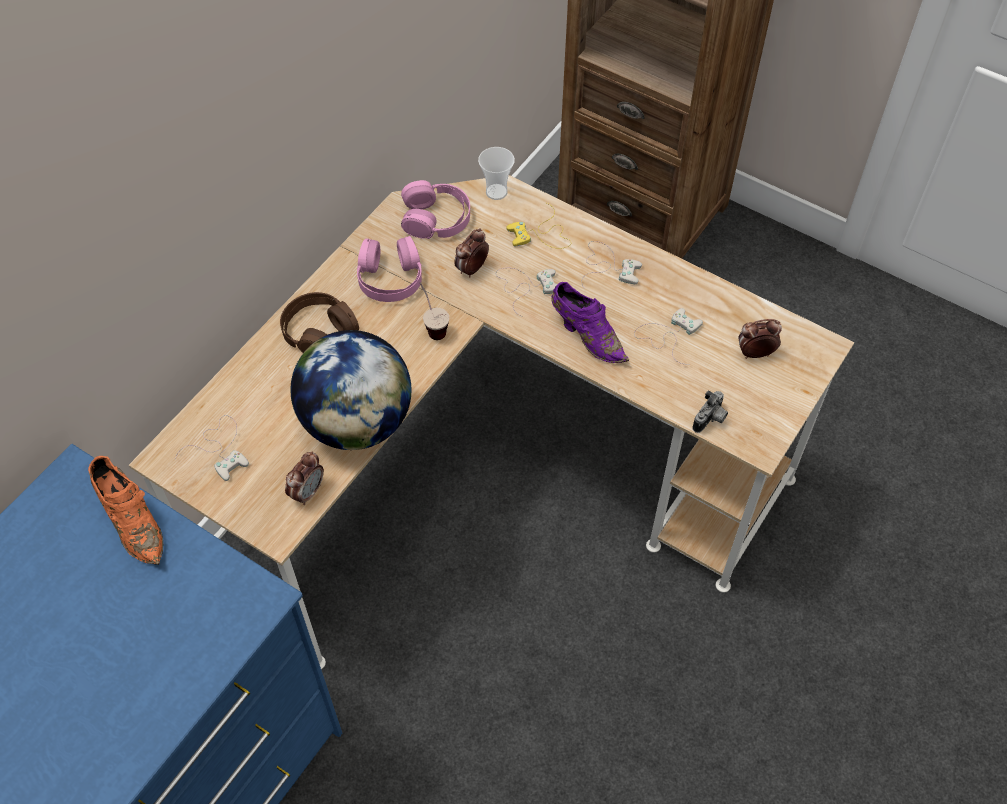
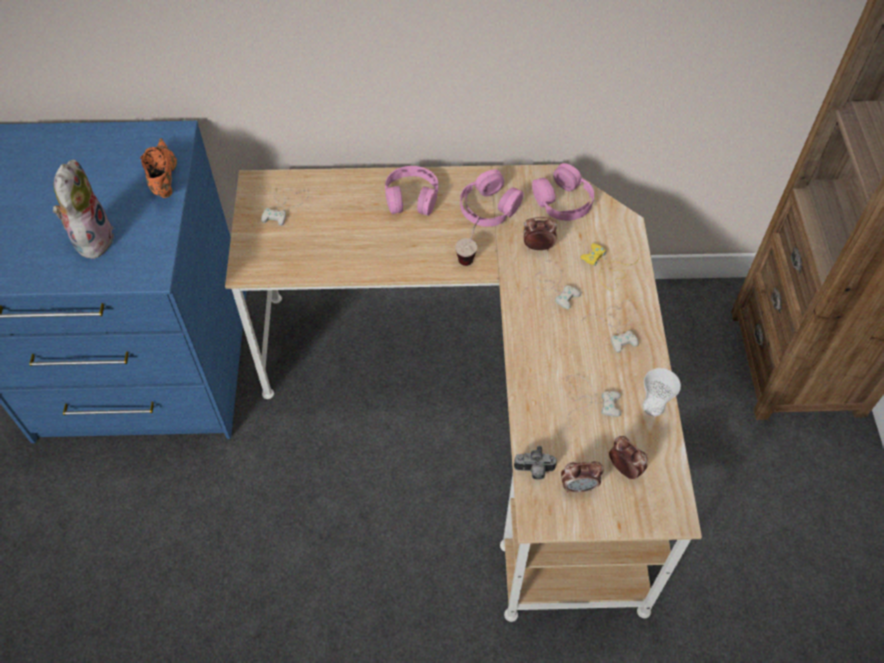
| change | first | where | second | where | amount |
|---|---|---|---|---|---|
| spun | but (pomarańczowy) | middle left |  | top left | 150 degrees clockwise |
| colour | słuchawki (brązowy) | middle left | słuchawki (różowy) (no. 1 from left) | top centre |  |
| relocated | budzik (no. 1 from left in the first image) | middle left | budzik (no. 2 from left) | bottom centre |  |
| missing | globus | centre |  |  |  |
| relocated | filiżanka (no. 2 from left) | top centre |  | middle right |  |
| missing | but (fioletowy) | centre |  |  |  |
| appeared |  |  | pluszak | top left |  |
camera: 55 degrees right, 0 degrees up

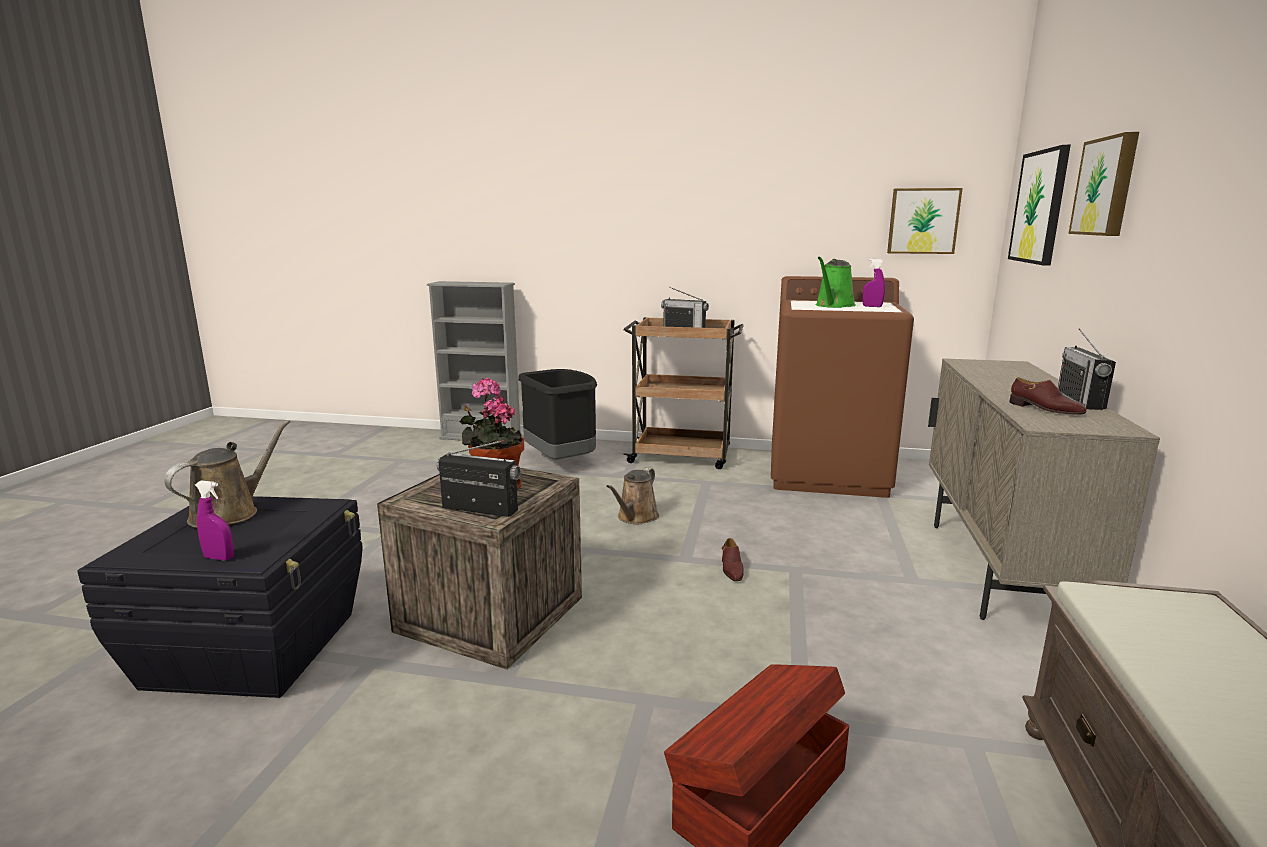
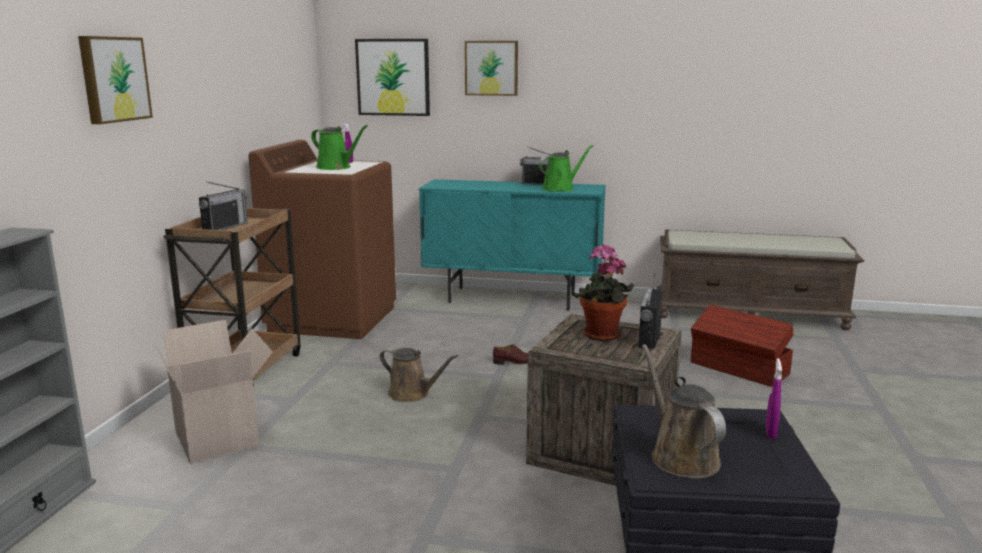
| change | first | where | second | where | amount |
|---|---|---|---|---|---|
| spun | konewka (brązowy) (no. 1 from left in the first image) | middle left | konewka (brązowy) (no. 2 from left) | bottom right | 45 degrees clockwise |
| exchanged | kosz na śmieci (czarny) | centre | karton | bottom left |  |
| relocated | obraz (no. 1 from left) | top right |  | top left |  |
| colour | szafka (beżowy) | middle right | szafka (turkusowy) | centre |  |
| exchanged | but (brązowy) (no. 2 from left) | middle right | konewka (zielony) (no. 2 from left) | top centre |  |
camera: 90 degrees left, 0 degrees up

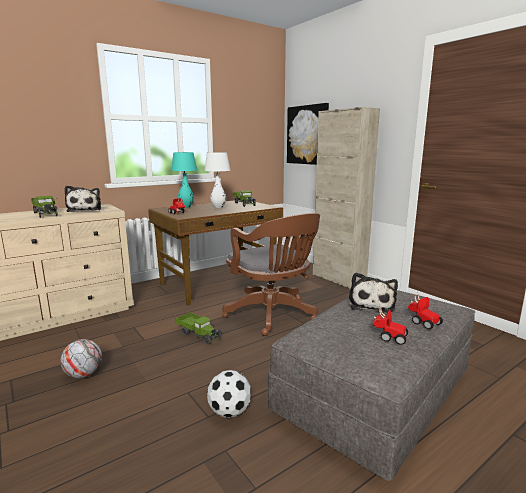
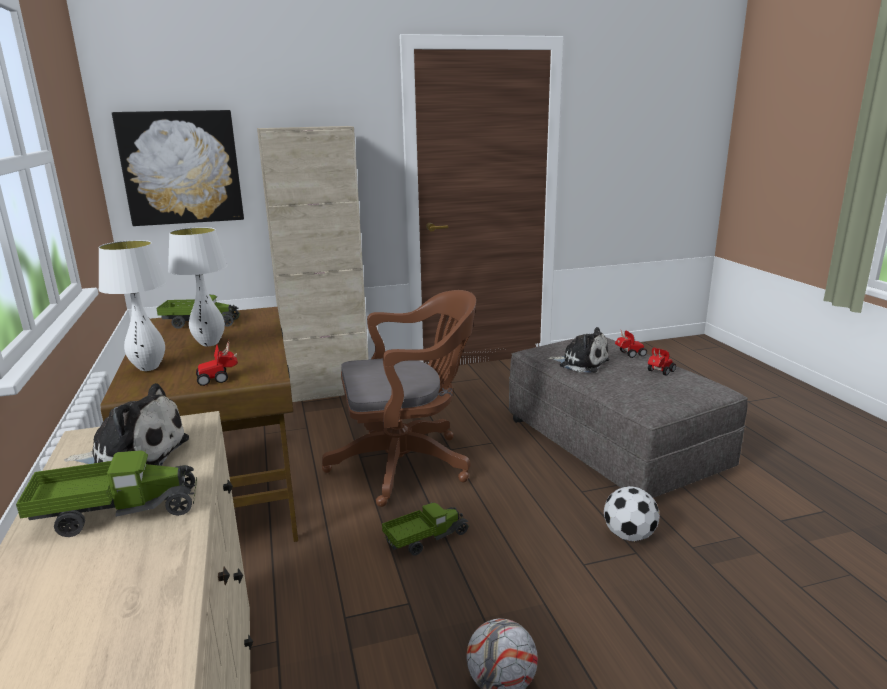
| change | first | where | second | where | amount |
|---|---|---|---|---|---|
| colour | lampa stołowa (turkusowy) | centre | lampa stołowa (biały) (no. 1 from left) | middle left |  |
camera: 70 degrees left, 5 degrees up

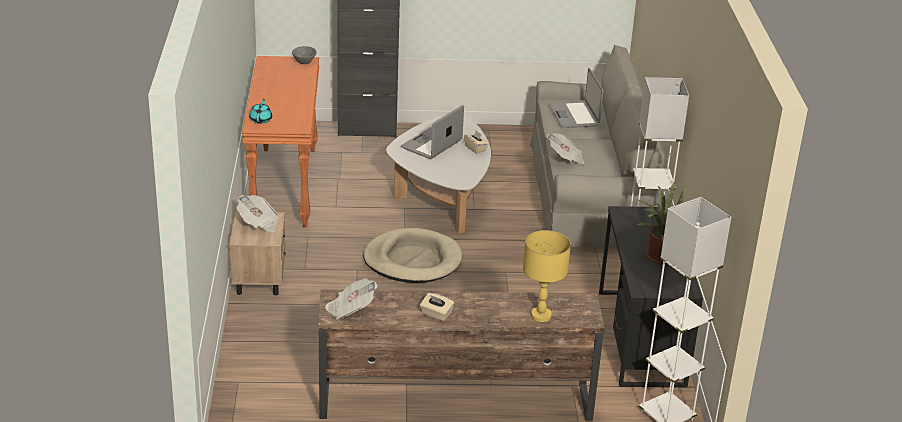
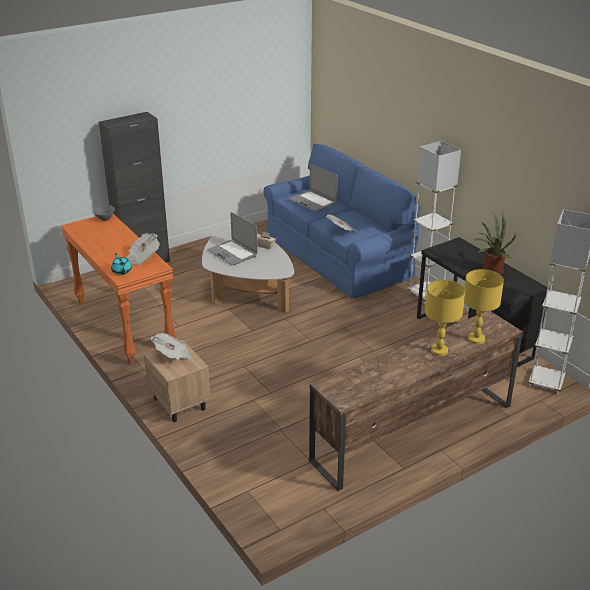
| change | first | where | second | where | amount |
|---|---|---|---|---|---|
| relocated | gazeta (no. 2 from left in the first image) | bottom centre | gazeta (no. 1 from left) | middle left |  |
| missing | legowisko (beżowy) | centre |  |  |  |
| spun | laptop (no. 1 from left) | top centre |  | centre | 45 degrees counterclockwise |
| missing | pudełko chusteczek (beżowy) (no. 1 from left) | bottom centre |  |  |  |
| colour | kanapa (szary) | centre | kanapa (niebieski) | centre |  |
| appeared |  |  | lampa stołowa (żółty) (no. 1 from left) | middle right |  |
camera: 30 degrees left, 0 degrees up

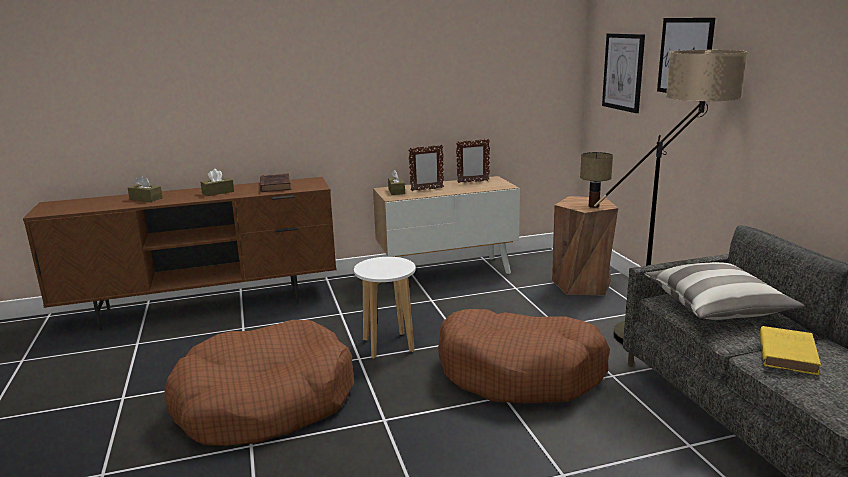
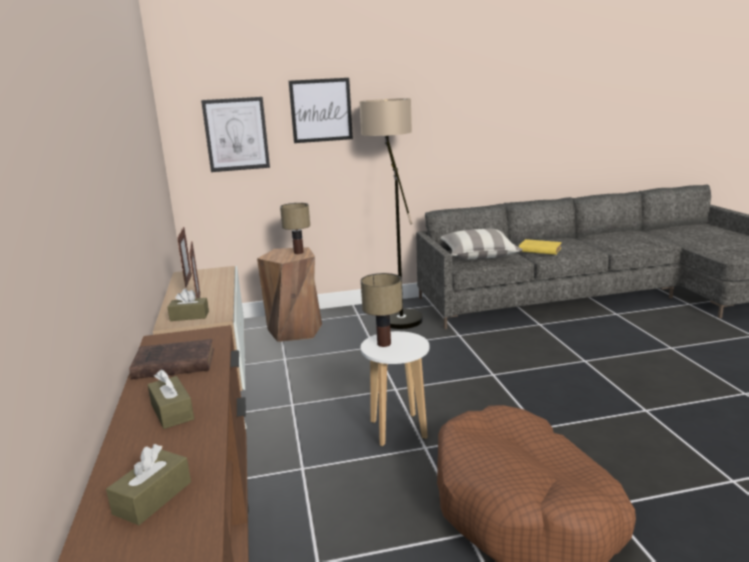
| change | first | where | second | where | amount |
|---|---|---|---|---|---|
| missing | legowisko (brązowy) (no. 2 from left) | bottom centre |  |  |  |
| appeared |  |  | lampa stołowa (no. 2 from left) | centre |  |
camera: 85 degrees left, 0 degrees up

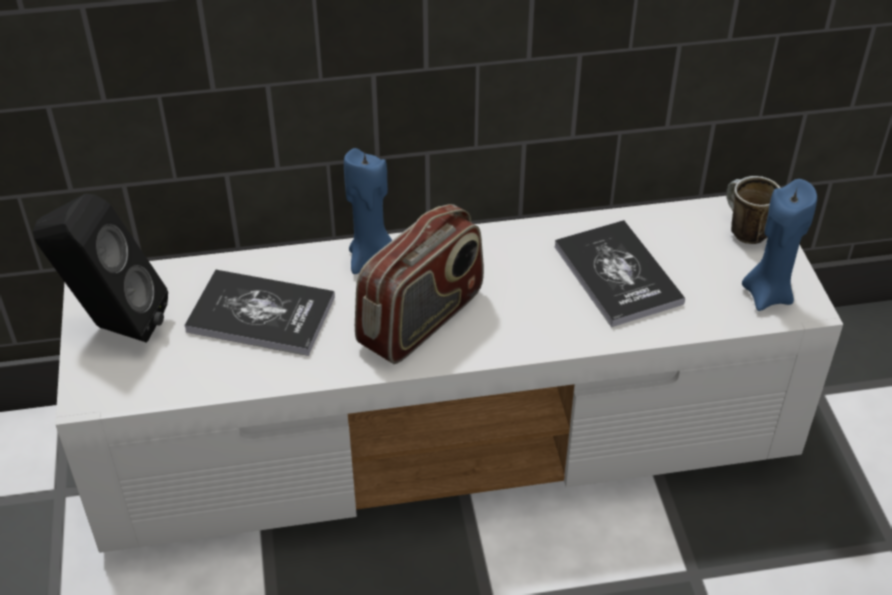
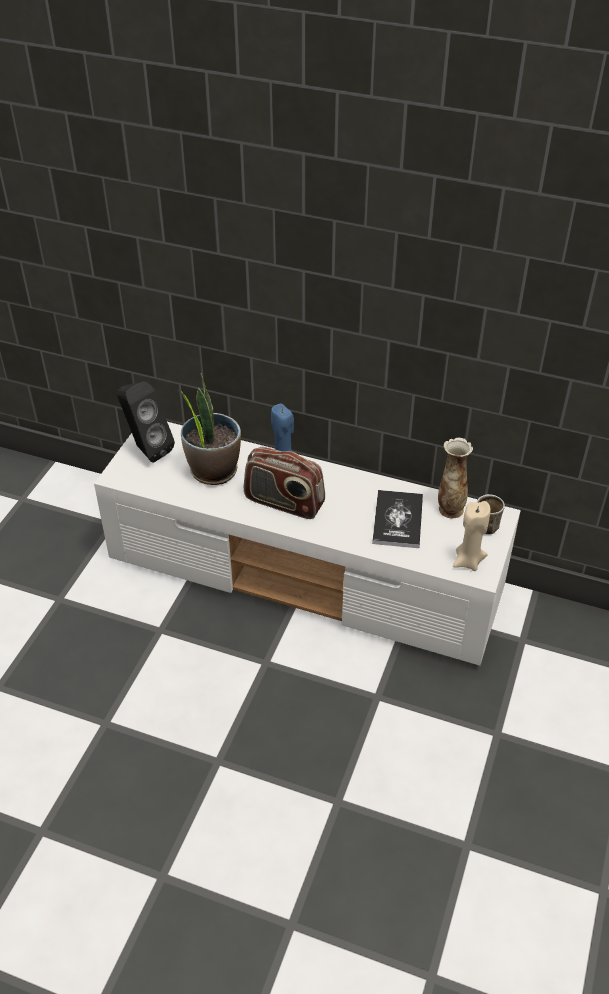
| change | first | where | second | where | amount |
|---|---|---|---|---|---|
| exchanged | książka (no. 1 from left) | middle left | roślina doniczkowa | centre |  |
| spun | radio | centre |  | centre | 45 degrees clockwise |
| colour | świeca (niebieski) (no. 2 from left) | middle right | świeca (beżowy) | middle right |  |
| appeared |  |  | wazon | middle right |  |
camera: 30 degrees right, 0 degrees up

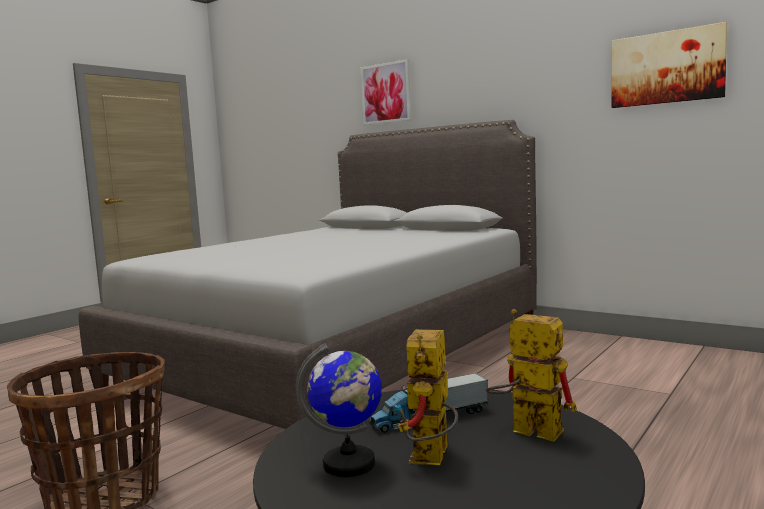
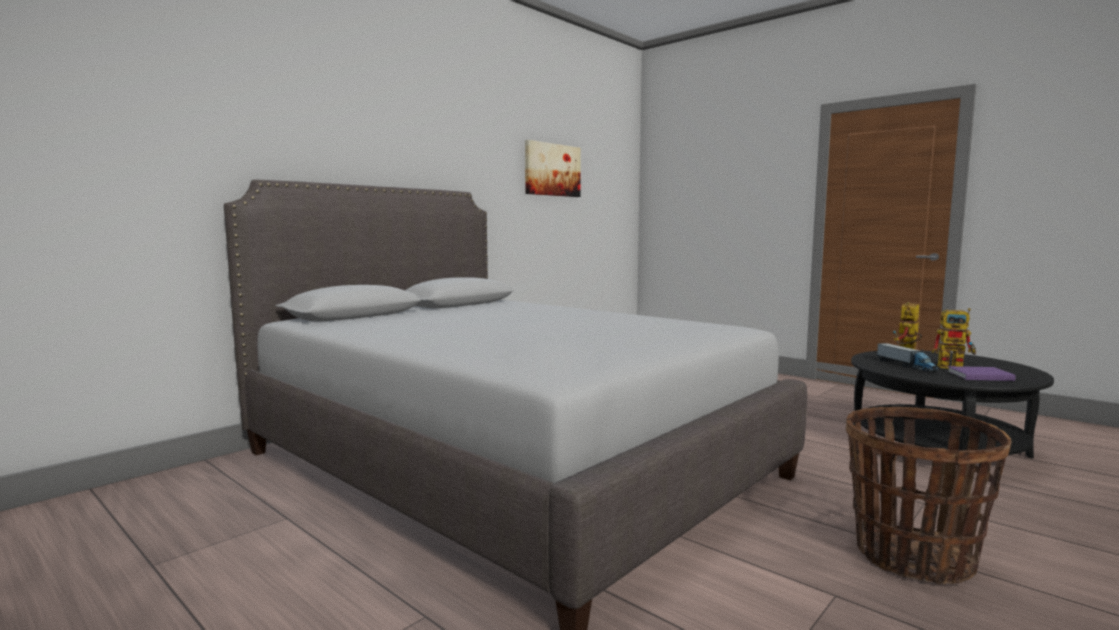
| change | first | where | second | where | amount |
|---|---|---|---|---|---|
| exchanged | globus | bottom centre | książka (fioletowy) | middle right |  |
| missing | obraz (no. 1 from left) | top centre |  |  |  |
camera: 85 degrees left, 0 degrees up

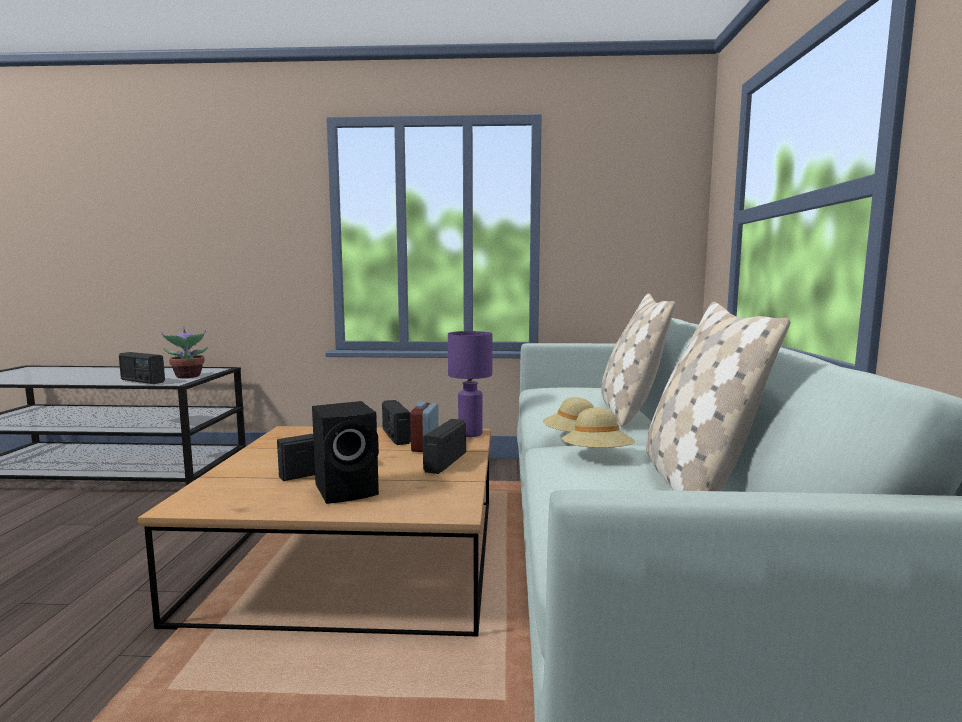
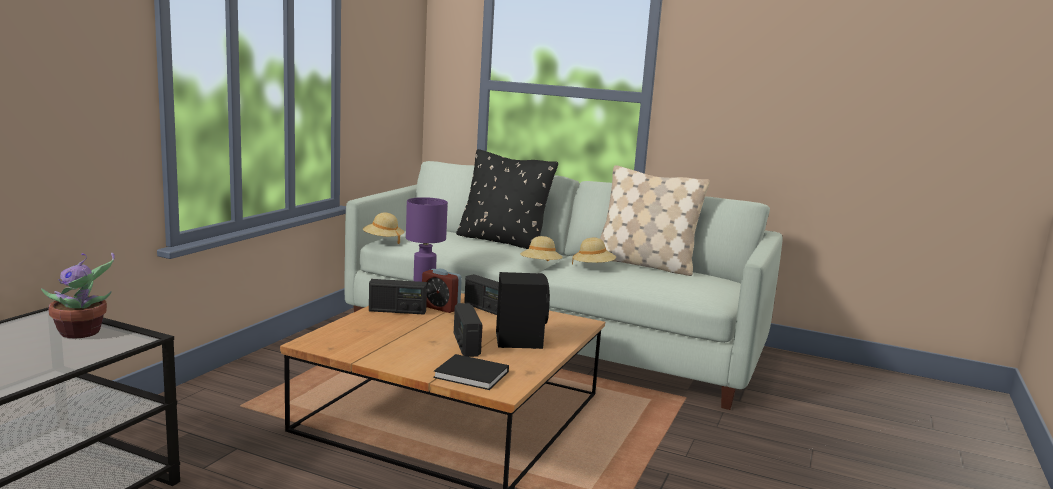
| change | first | where | second | where | amount |
|---|---|---|---|---|---|
| missing | radio (no. 1 from left) | middle left |  |  |  |
| colour | poduszka (beżowy) (no. 1 from left) | centre | poduszka (czarny) | centre |  |
| appeared |  |  | kapelusz (beżowy) (no. 1 from left) | centre |  |
| appeared |  |  | książka (czarny) | bottom centre |  |
camera: 70 degrees left, 5 degrees up

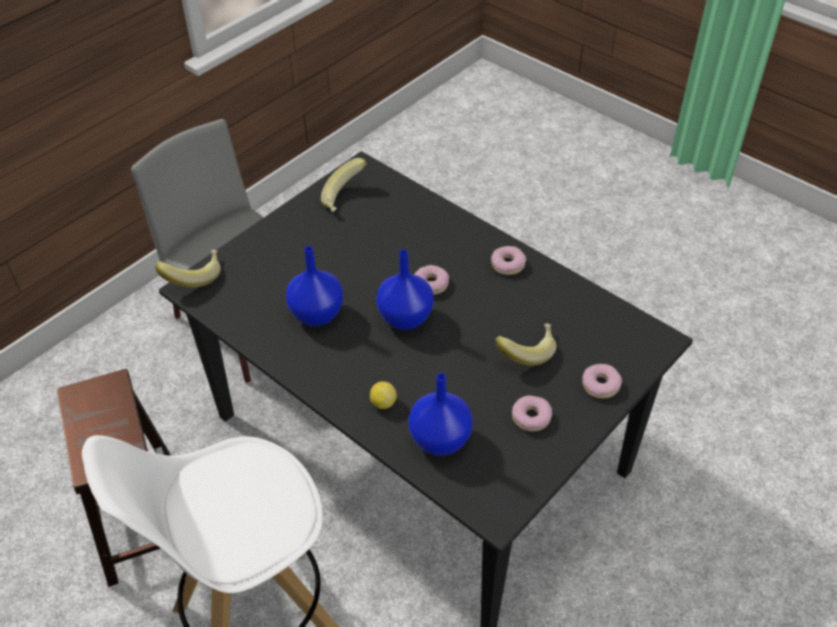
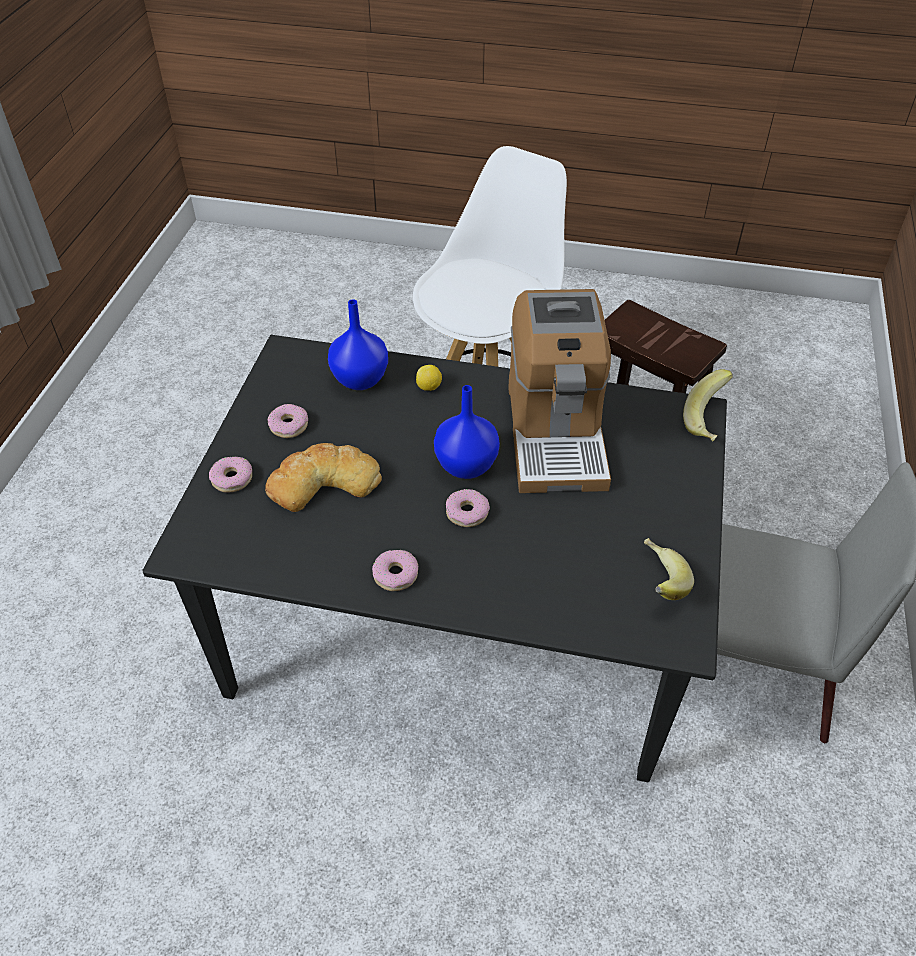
| change | first | where | second | where | amount |
|---|---|---|---|---|---|
| exchanged | wazon (niebieski) (no. 1 from left) | centre | ekspres do kawy | centre |  |
| exchanged | banan (no. 3 from left) | centre | chleb | centre |  |
camera: 150 degrees right, 0 degrees up

